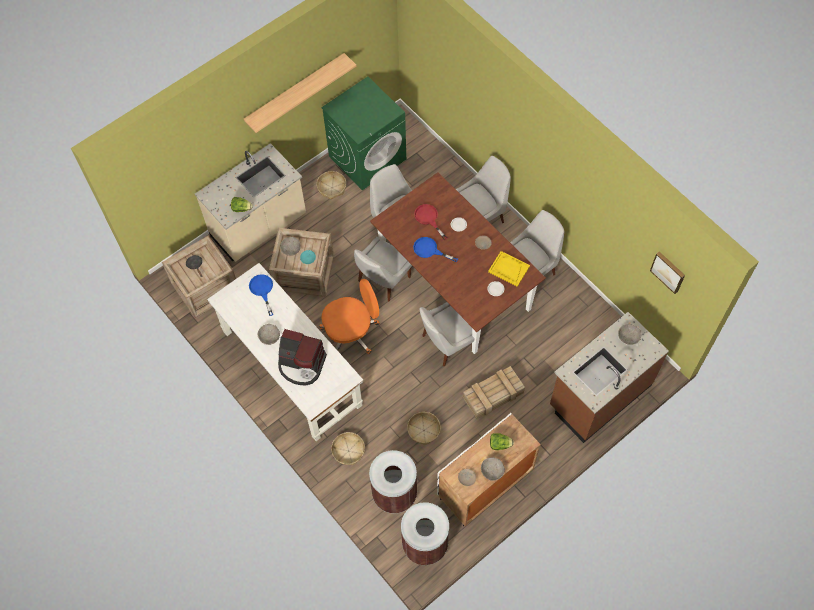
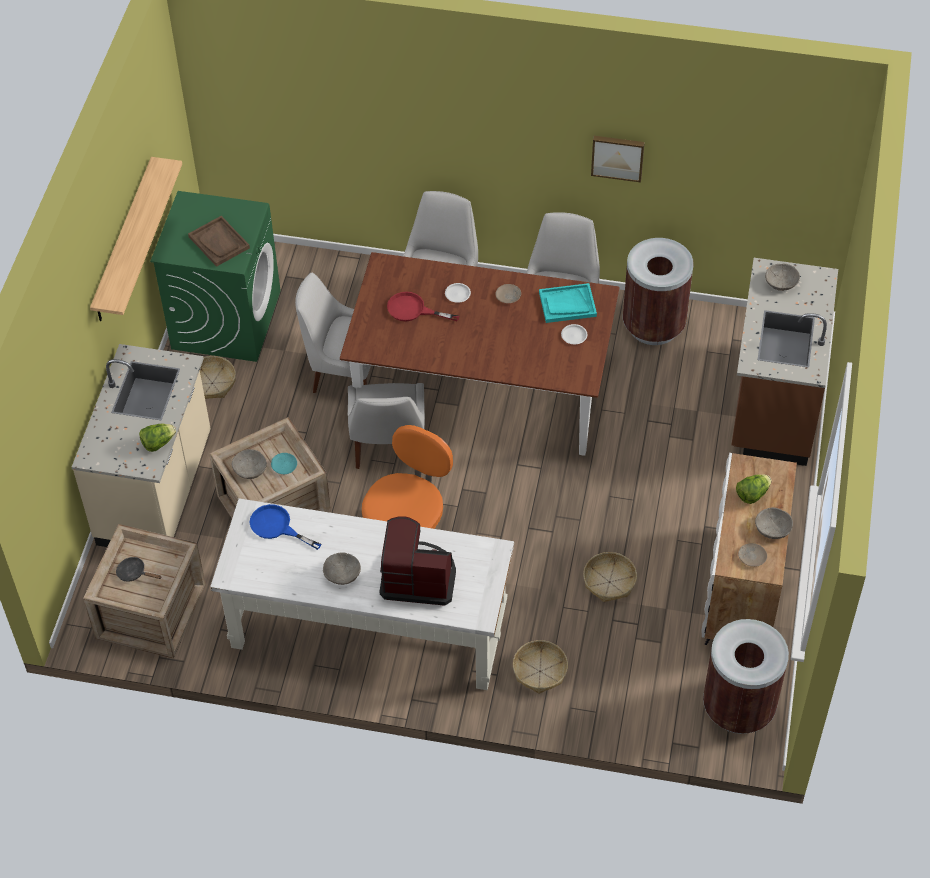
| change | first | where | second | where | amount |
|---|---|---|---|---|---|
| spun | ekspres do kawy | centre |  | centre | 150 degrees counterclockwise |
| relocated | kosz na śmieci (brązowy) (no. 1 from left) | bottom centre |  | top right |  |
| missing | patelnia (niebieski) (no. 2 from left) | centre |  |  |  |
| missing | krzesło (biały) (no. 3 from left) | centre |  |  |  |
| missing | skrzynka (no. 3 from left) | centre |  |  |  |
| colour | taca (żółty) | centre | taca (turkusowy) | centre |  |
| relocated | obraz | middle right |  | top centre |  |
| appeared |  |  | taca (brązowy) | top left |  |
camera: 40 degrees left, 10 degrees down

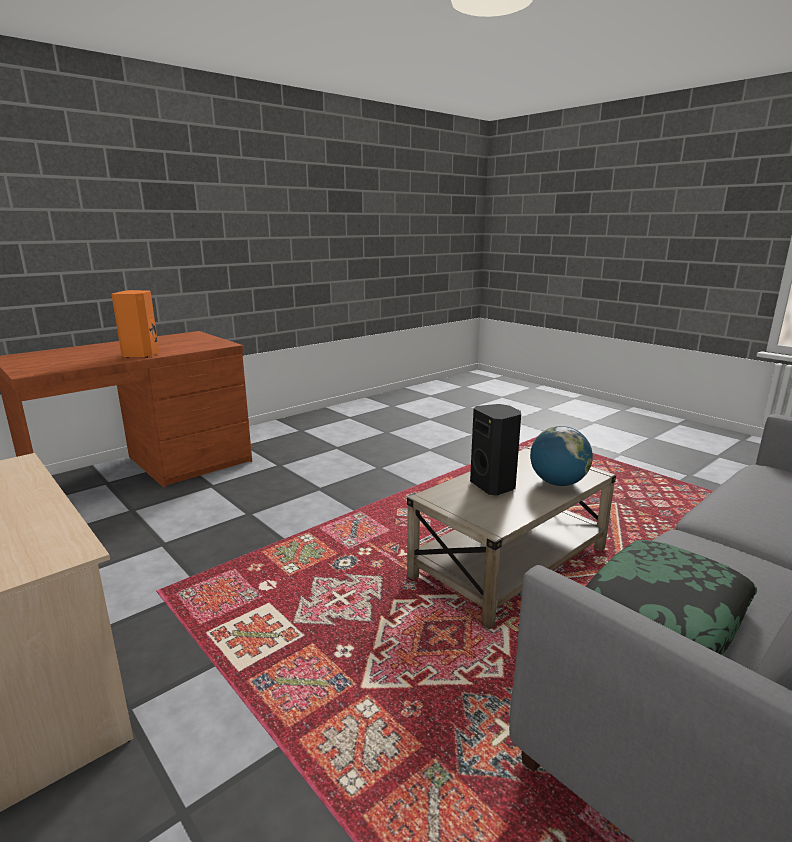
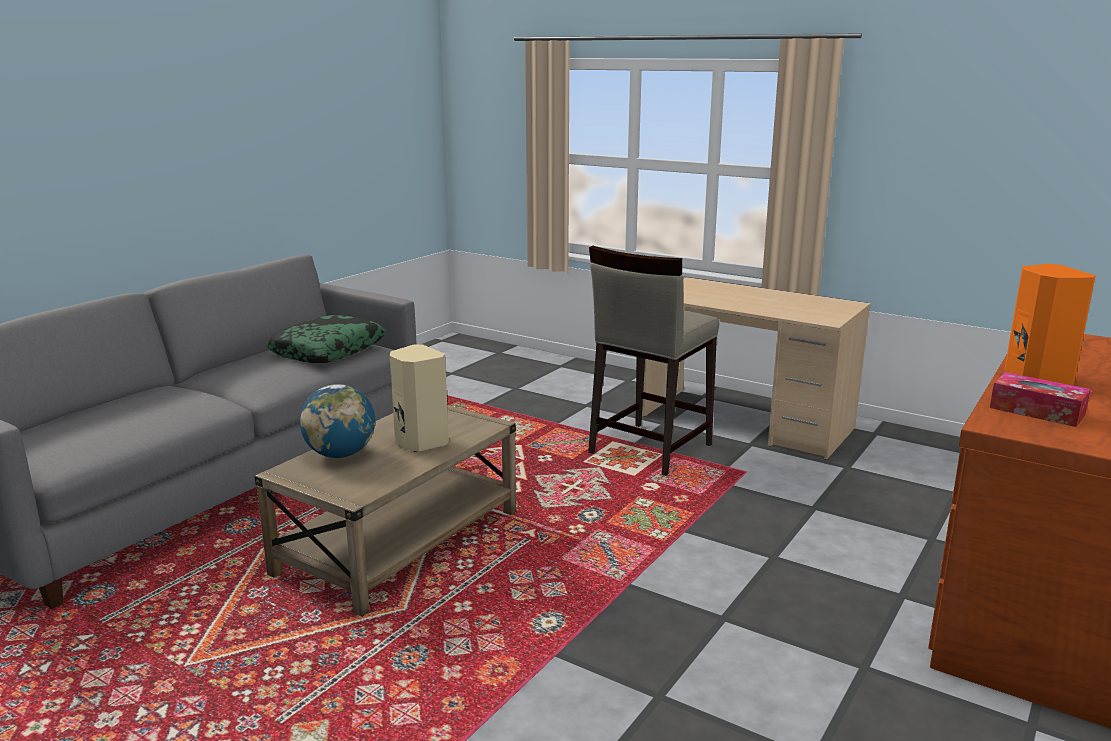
| change | first | where | second | where | amount |
|---|---|---|---|---|---|
| colour | głośnik (czarny) | centre | głośnik (beżowy) | centre |  |
| appeared |  |  | stołek (beżowy) | centre |  |
| appeared |  |  | pudełko chusteczek | middle right |  |
camera: 165 degrees right, 0 degrees up

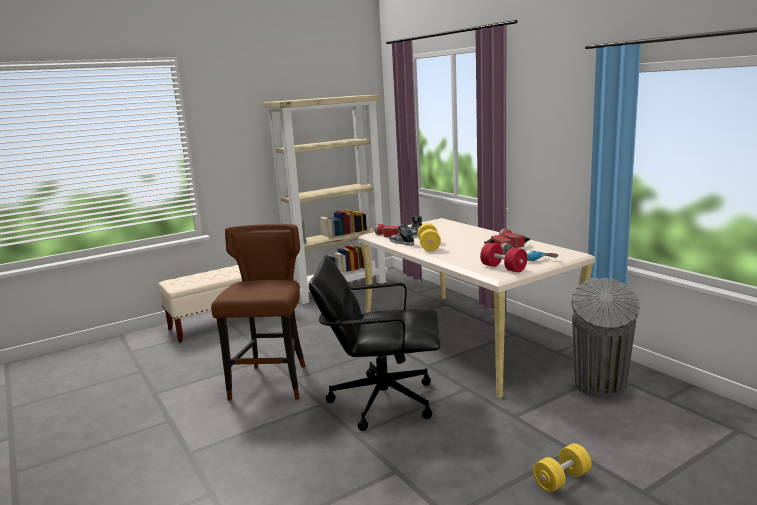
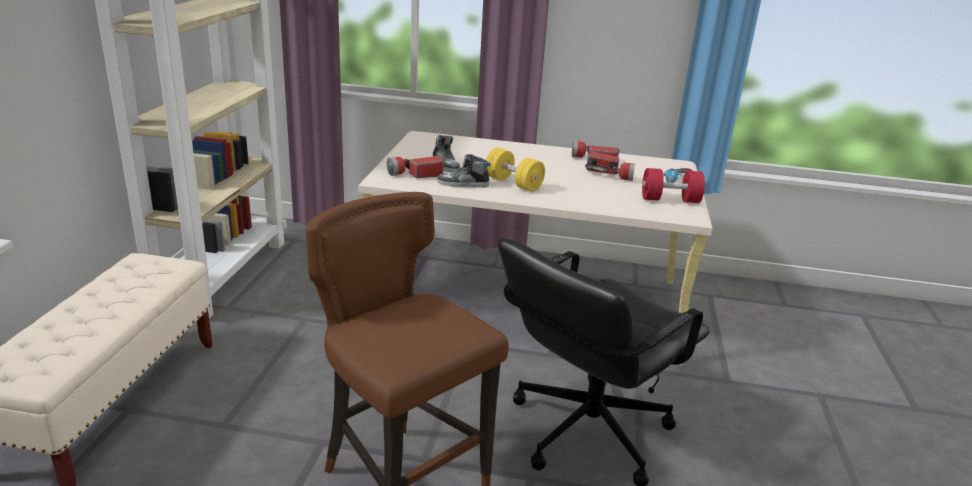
| change | first | where | second | where | amount |
|---|---|---|---|---|---|
| missing | hantel (żółty) (no. 2 from left) | bottom right |  |  |  |
| missing | kosz na śmieci (szary) | bottom right |  |  |  |
camera: 50 degrees left, 10 degrees up

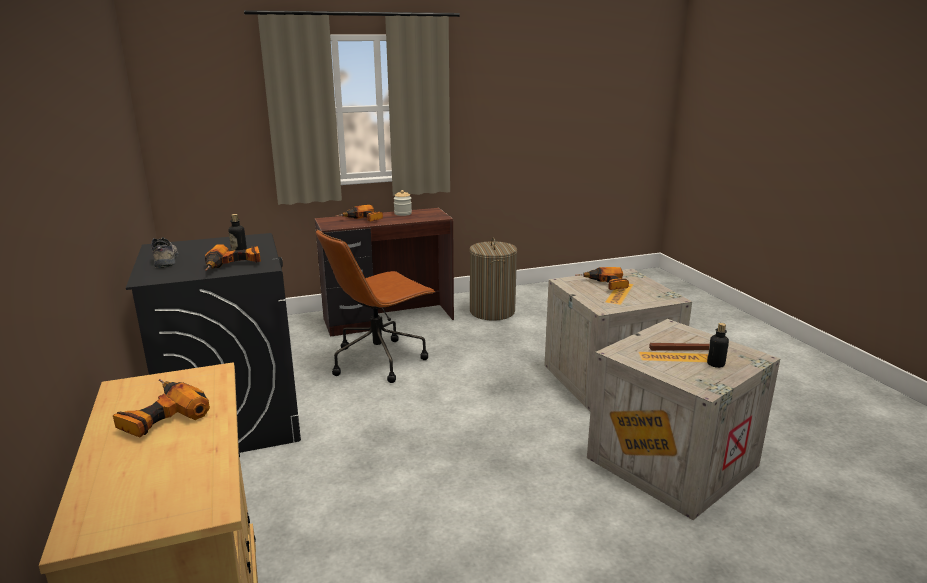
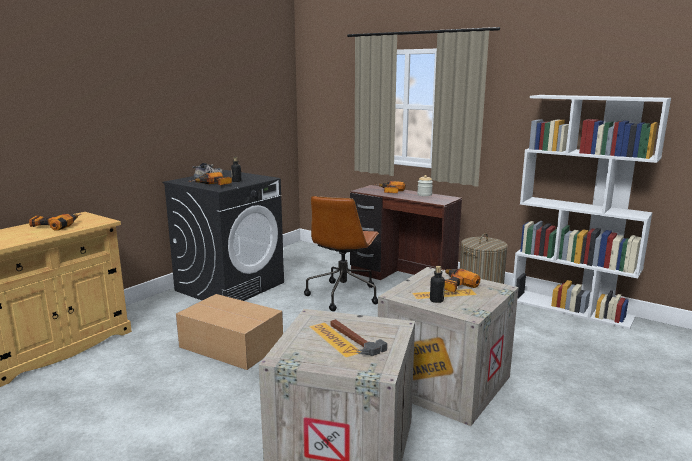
| change | first | where | second | where | amount |
|---|---|---|---|---|---|
| spun | krzesło biurowe (brązowy) | centre |  | centre | 90 degrees counterclockwise |
| relocated | butelka (no. 2 from left) | middle right |  | centre |  |
| appeared |  |  | karton | bottom left |  |
| appeared |  |  | regał (biały) | middle right |  |
camera: 55 degrees right, 5 degrees down

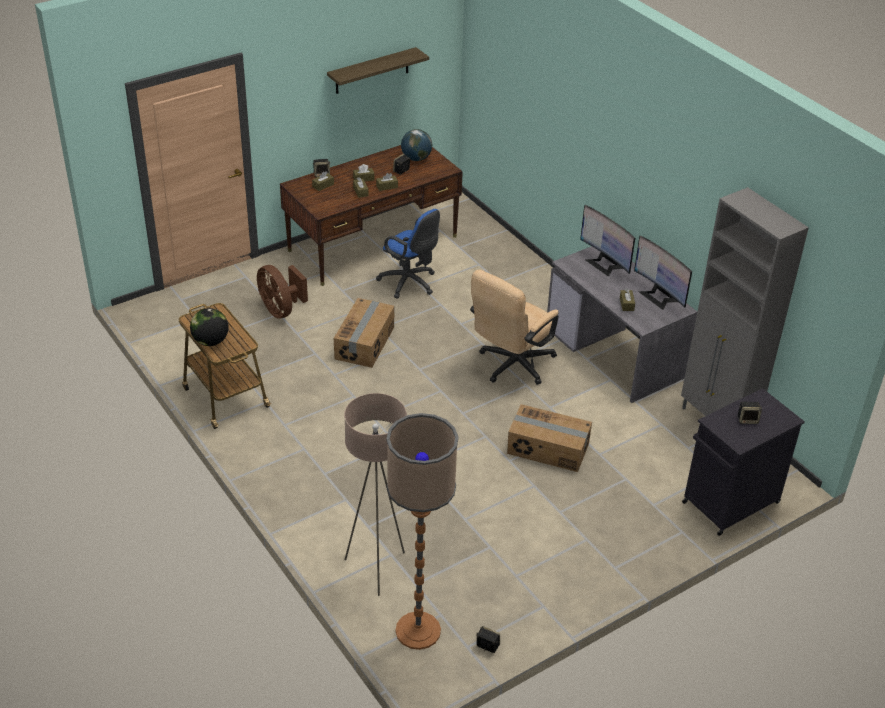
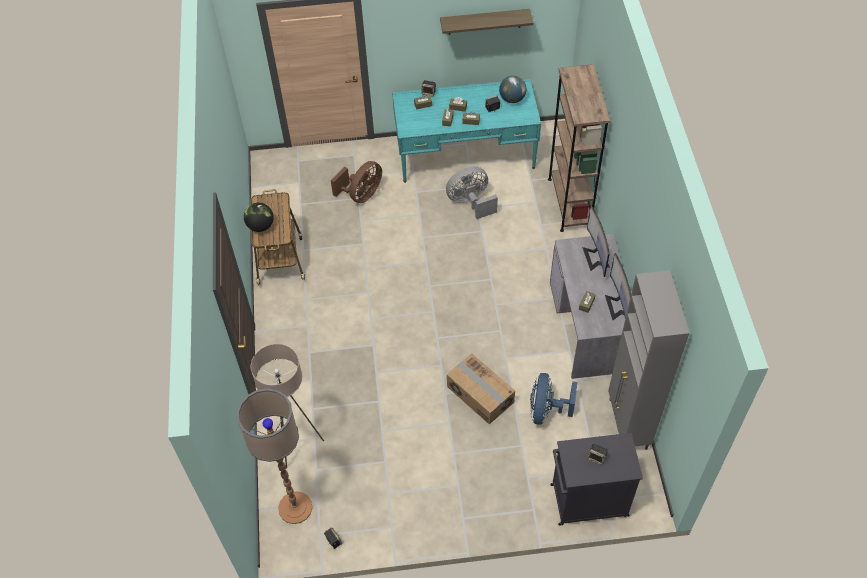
| change | first | where | second | where | amount |
|---|---|---|---|---|---|
| spun | wentylator (brązowy) | middle left |  | top centre | 135 degrees counterclockwise |
| colour | biurko (brązowy) | top centre | biurko (turkusowy) | top centre |  |
| missing | karton (no. 1 from left) | centre |  |  |  |
| exchanged | krzesło biurowe (niebieski) | centre | wentylator (szary) | top centre |  |
| missing | krzesło biurowe (beżowy) | centre |  |  |  |
| appeared |  |  | wentylator (niebieski) | bottom centre |  |
| appeared |  |  | regał (brązowy) | top right |  |
camera: 30 degrees right, 15 degrees up

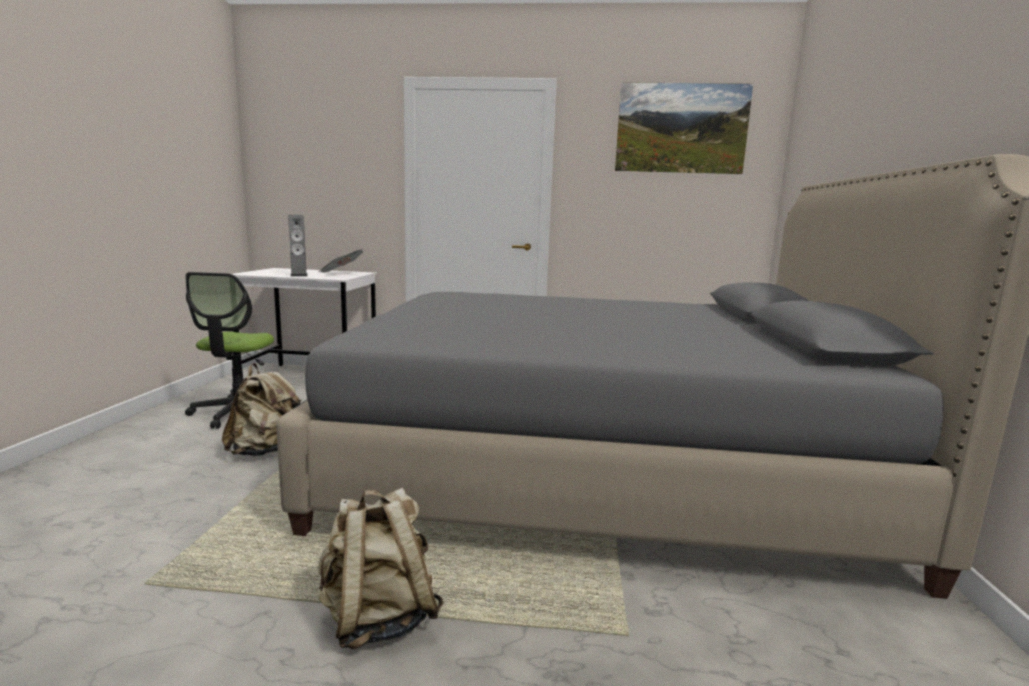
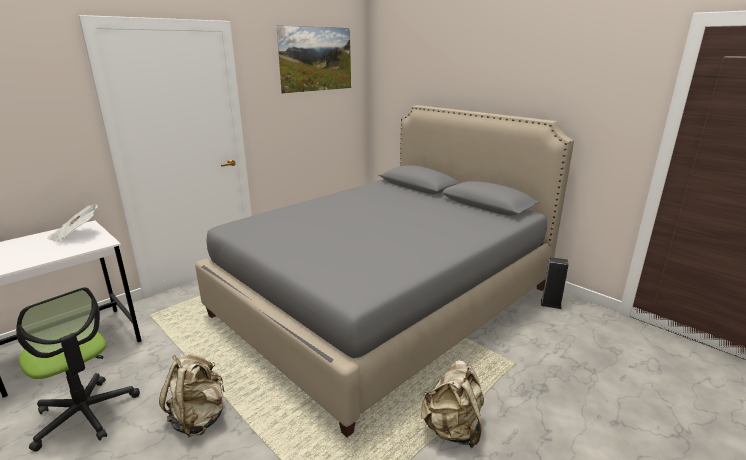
| change | first | where | second | where | amount |
|---|---|---|---|---|---|
| relocated | głośnik | middle left |  | middle right |  |
camera: 50 degrees left, 10 degrees up

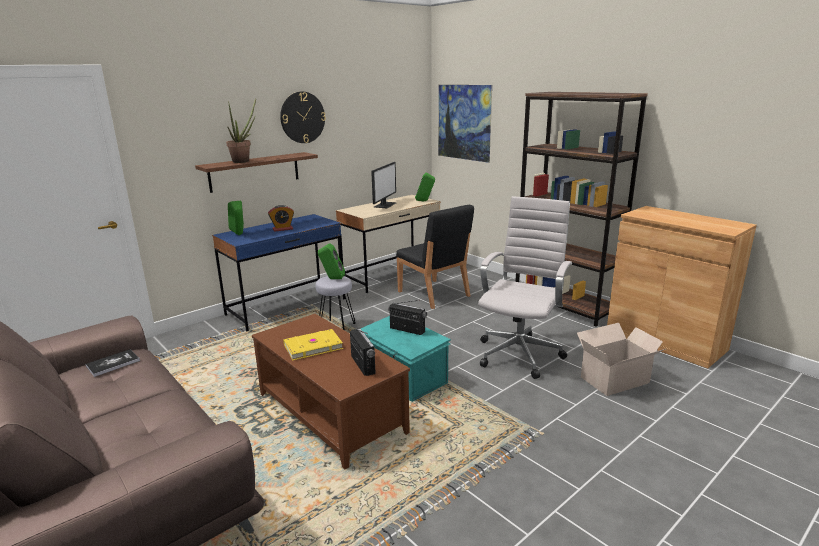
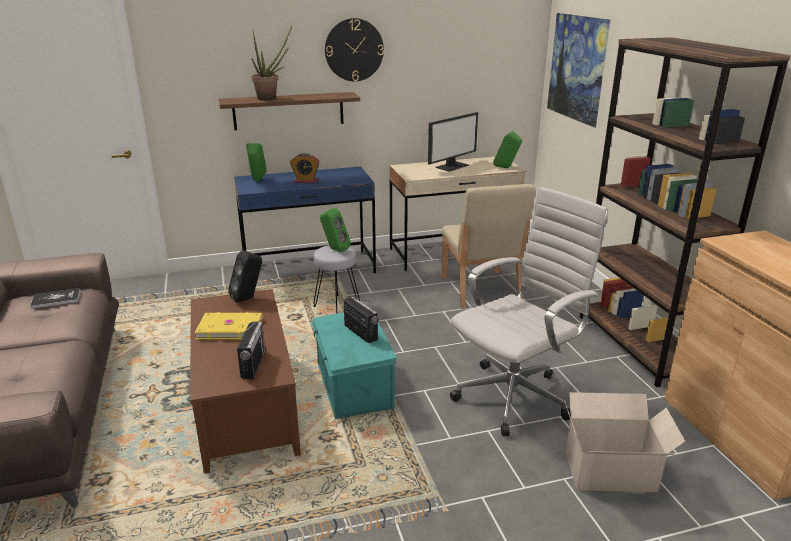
| change | first | where | second | where | amount |
|---|---|---|---|---|---|
| colour | krzesło (czarny) | centre | krzesło (beżowy) | centre |  |
| appeared |  |  | głośnik (czarny) | middle left |  |
camera: 25 degrees right, 5 degrees up

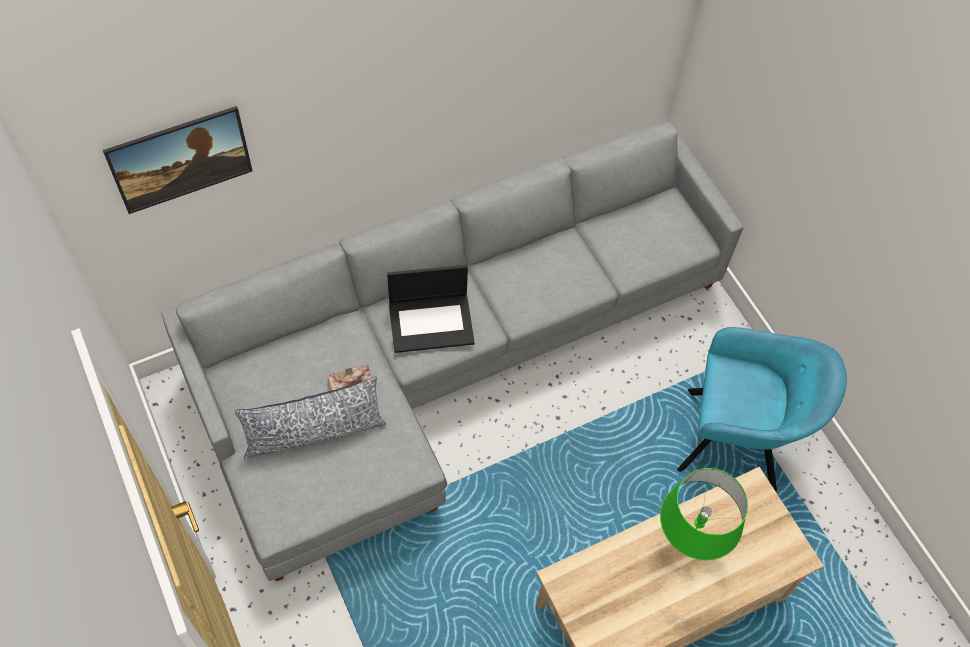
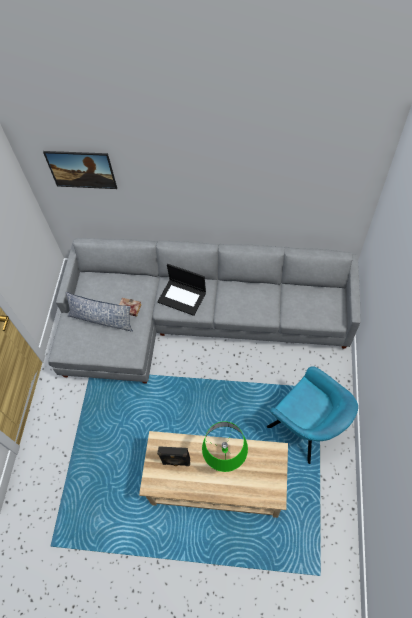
| change | first | where | second | where | amount |
|---|---|---|---|---|---|
| appeared |  |  | głośnik (czarny) | bottom centre |  |
camera: 40 degrees right, 0 degrees up

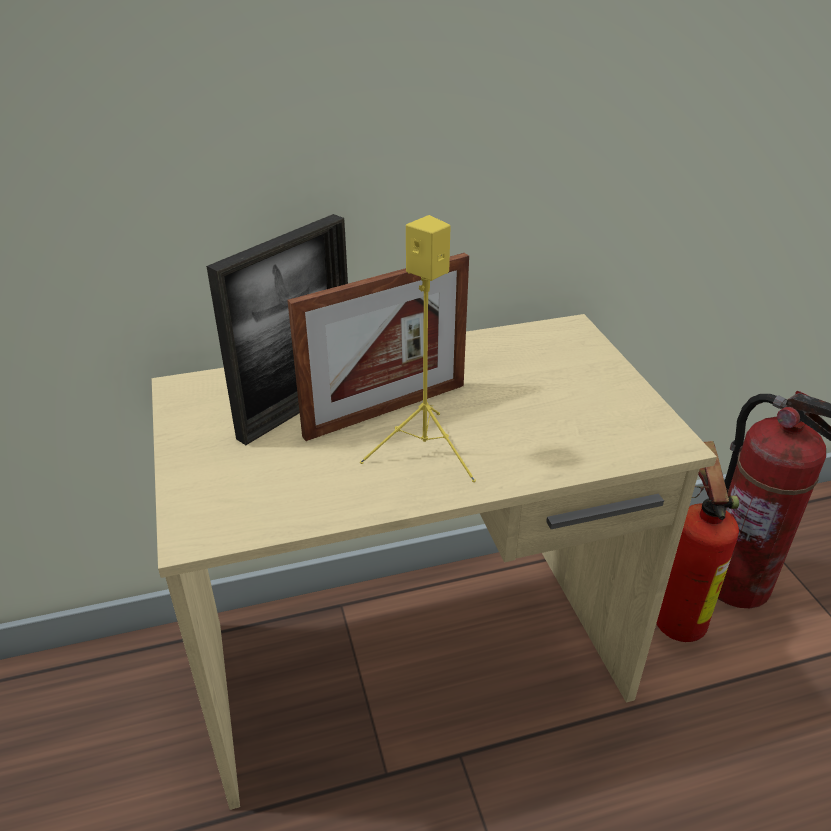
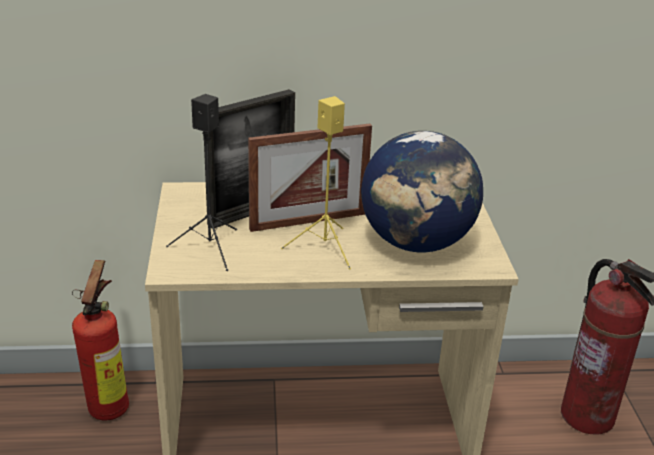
| change | first | where | second | where | amount |
|---|---|---|---|---|---|
| relocated | gaśnica (no. 1 from left) | middle right |  | bottom left |  |
| appeared |  |  | głośnik (czarny) | middle left |  |
| appeared |  |  | globus | centre |  |
camera: 10 degrees right, 5 degrees down

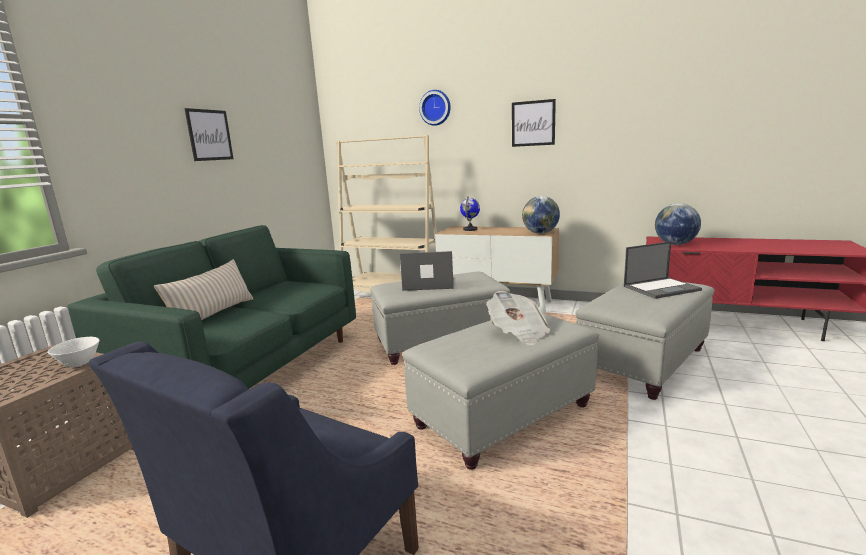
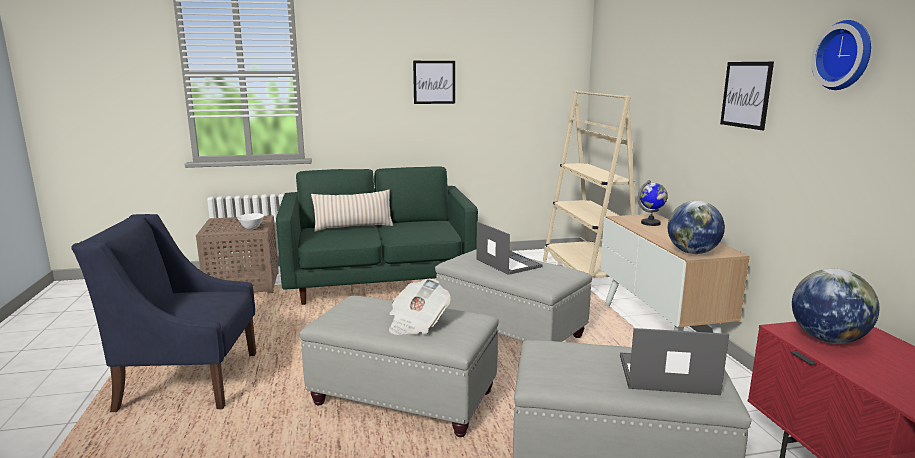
| change | first | where | second | where | amount |
|---|---|---|---|---|---|
| relocated | zegar ścienny | top centre |  | top right |  |
| spun | laptop (no. 2 from left) | middle right |  | bottom right | 150 degrees clockwise |
camera: 55 degrees right, 0 degrees up

